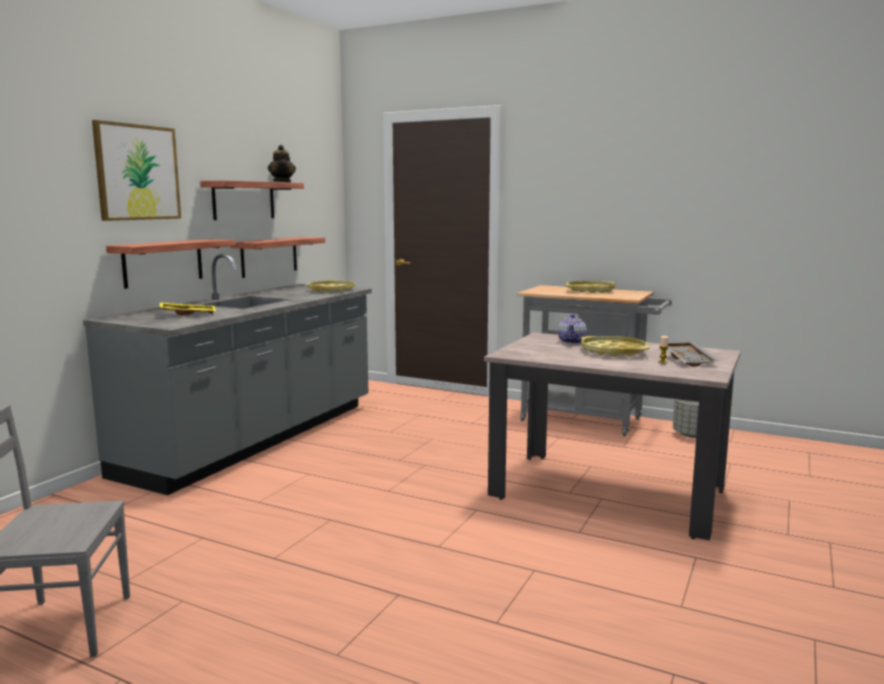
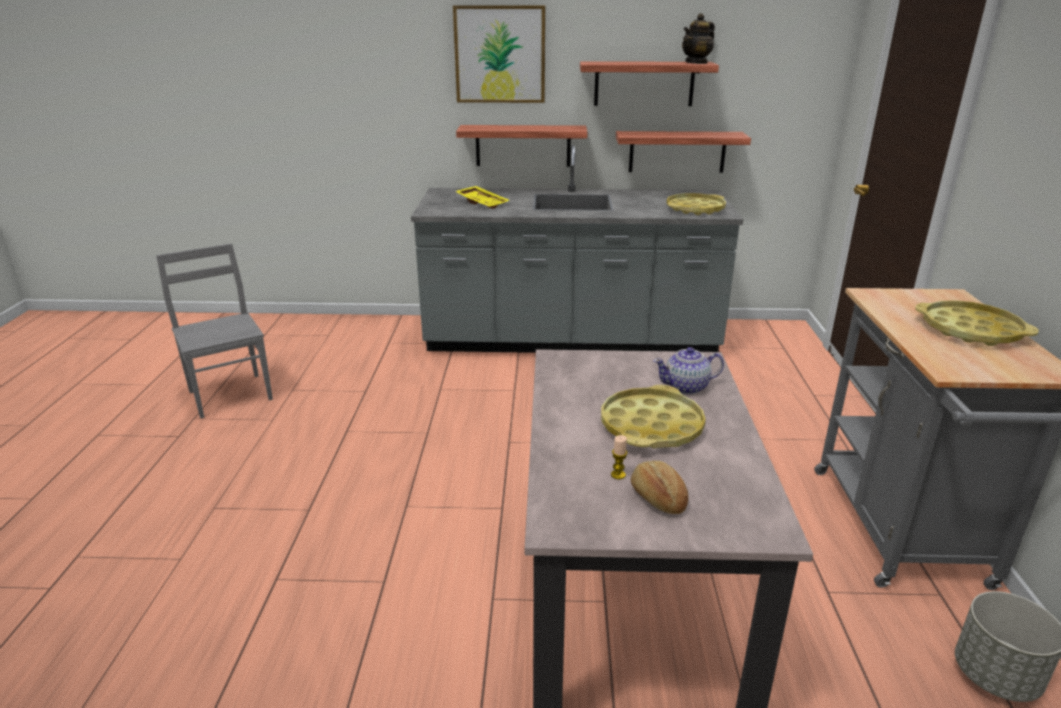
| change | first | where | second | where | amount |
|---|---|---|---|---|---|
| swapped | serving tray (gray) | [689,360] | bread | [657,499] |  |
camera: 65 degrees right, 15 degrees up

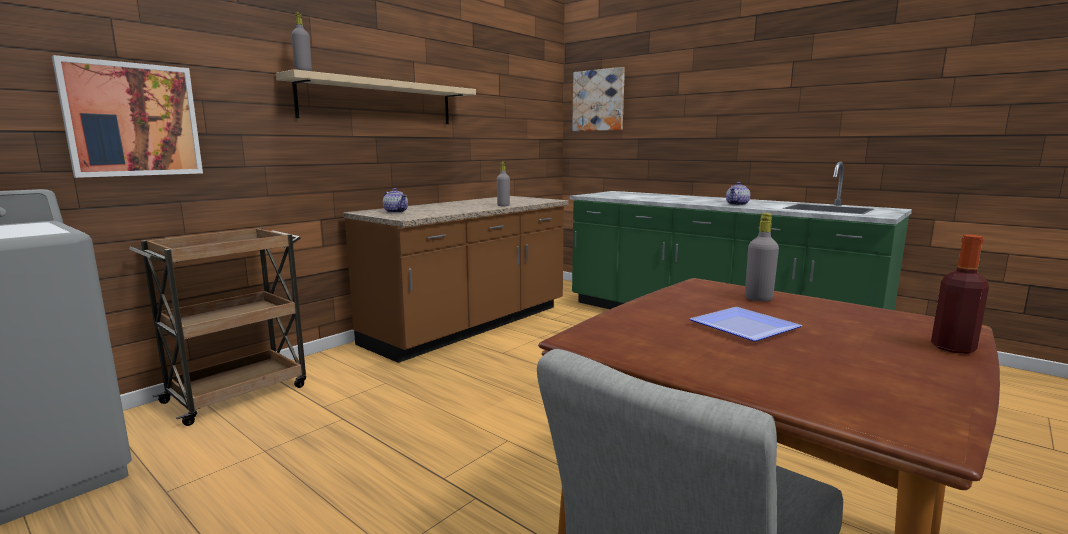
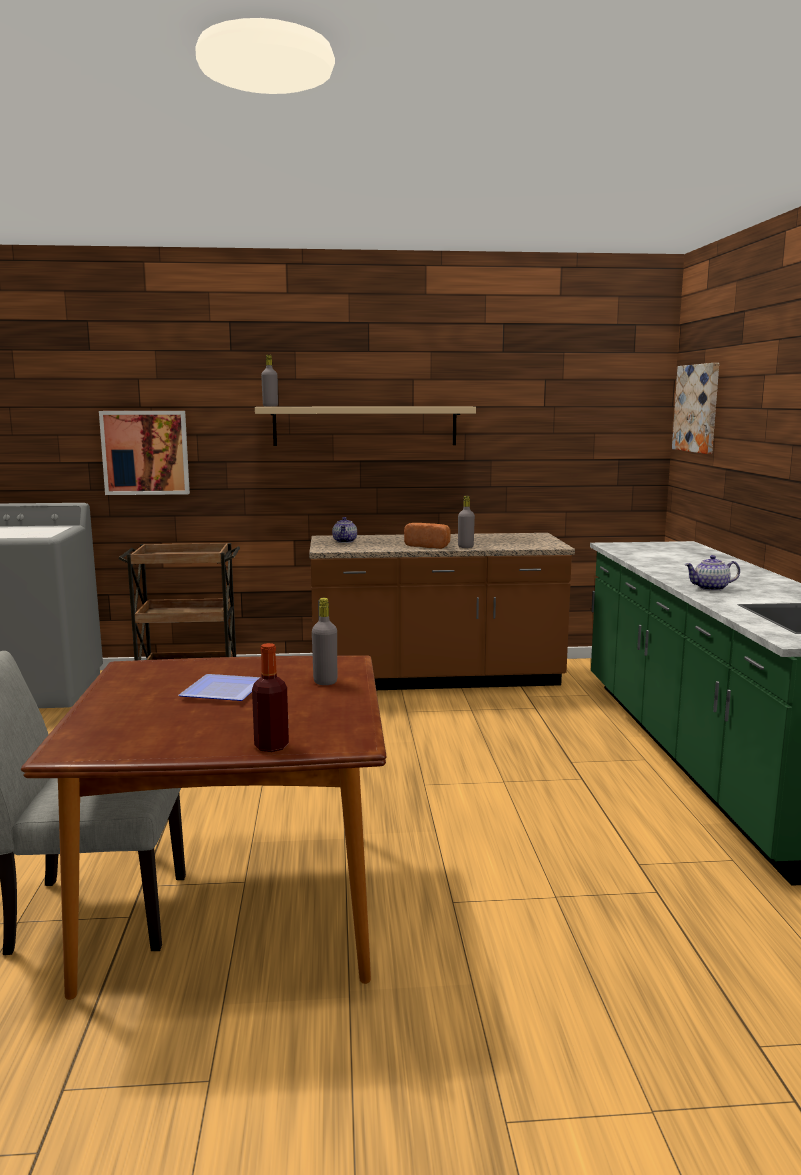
| change | first | where | second | where | amount |
|---|---|---|---|---|---|
| new |  |  | bread | [429,546] |  |
camera: 45 degrees right, 0 degrees up

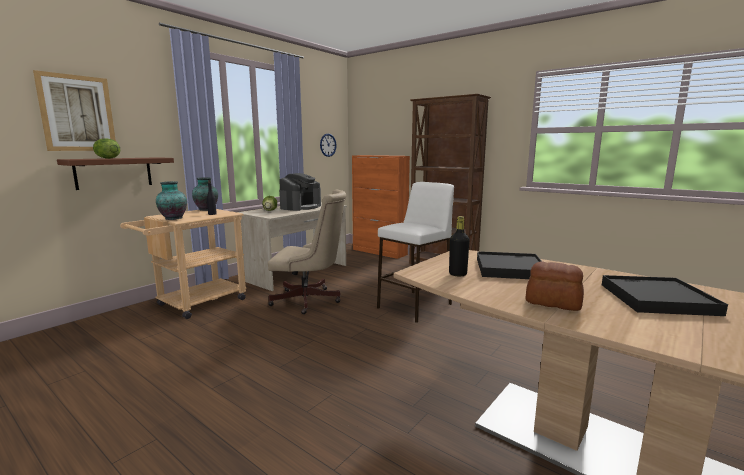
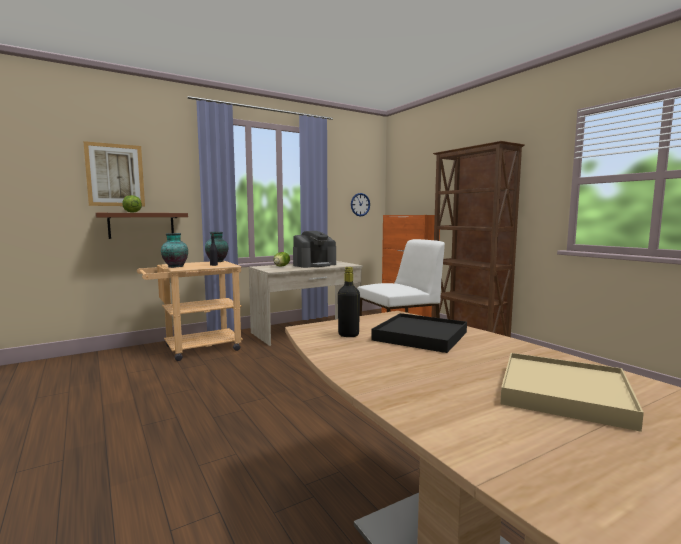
| change | first | where | second | where | amount |
|---|---|---|---|---|---|
| gone | computer chair (beige) | [310,301] |  |  |  |
| gone | bread | [552,302] |  |  |  |
| repainted | serving tray (black-coloured) | [657,299] | serving tray (beige) | [564,393] |  |
camera: 20 degrees right, 5 degrees down

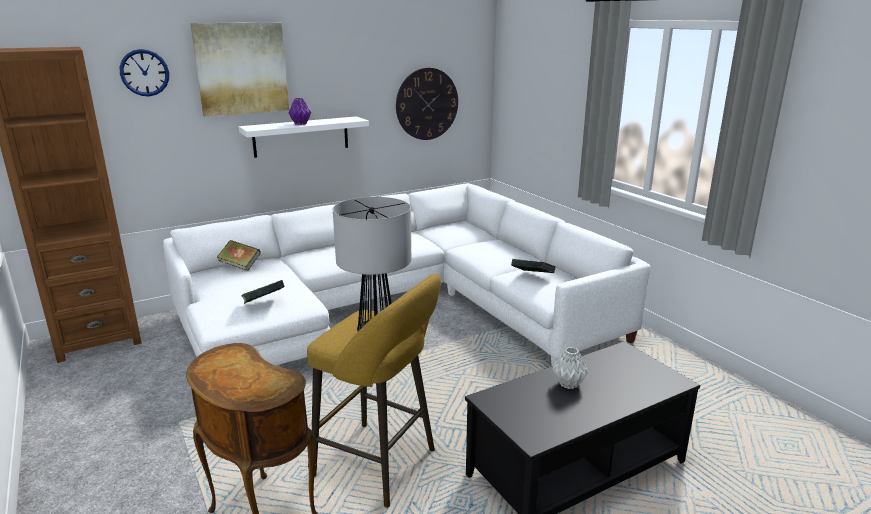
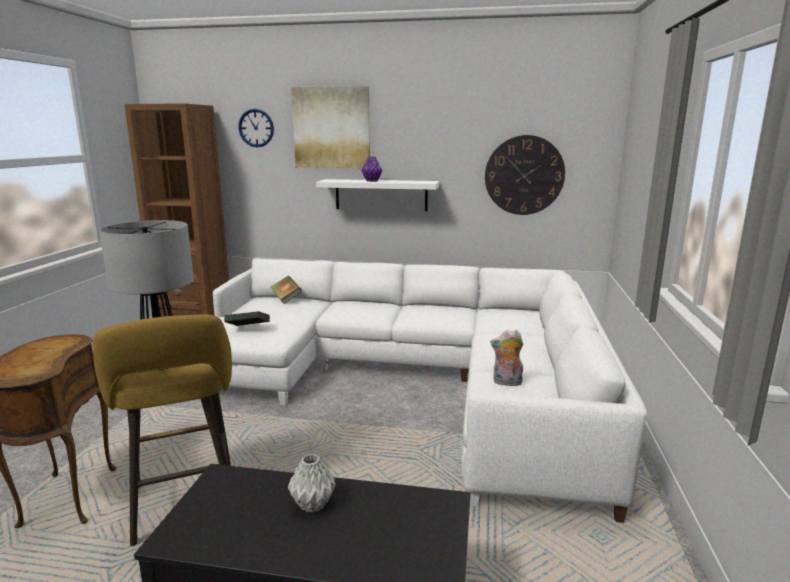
| change | first | where | second | where | amount |
|---|---|---|---|---|---|
| swapped | volume | [532,277] | soft toy | [506,383] |  |
camera: 40 degrees right, 5 degrees down

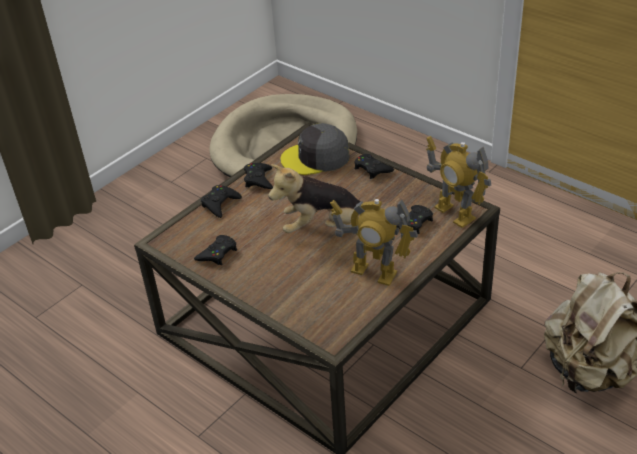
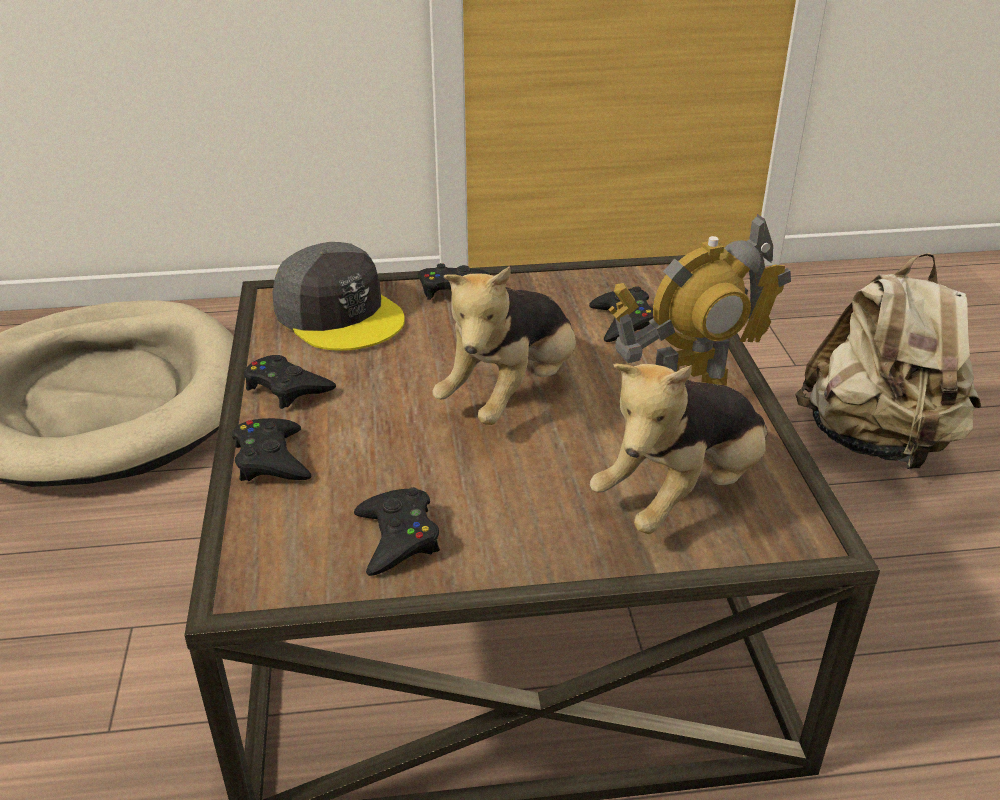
| change | first | where | second | where | amount |
|---|---|---|---|---|---|
| rotated | baseball cap (gray) | [316,158] |  | [339,314] | 75 degrees counterclockwise |
| gone | toy robot | [454,213] |  |  |  |
| new |  |  | soft toy | [682,495] |  |
camera: 50 degrees left, 5 degrees down

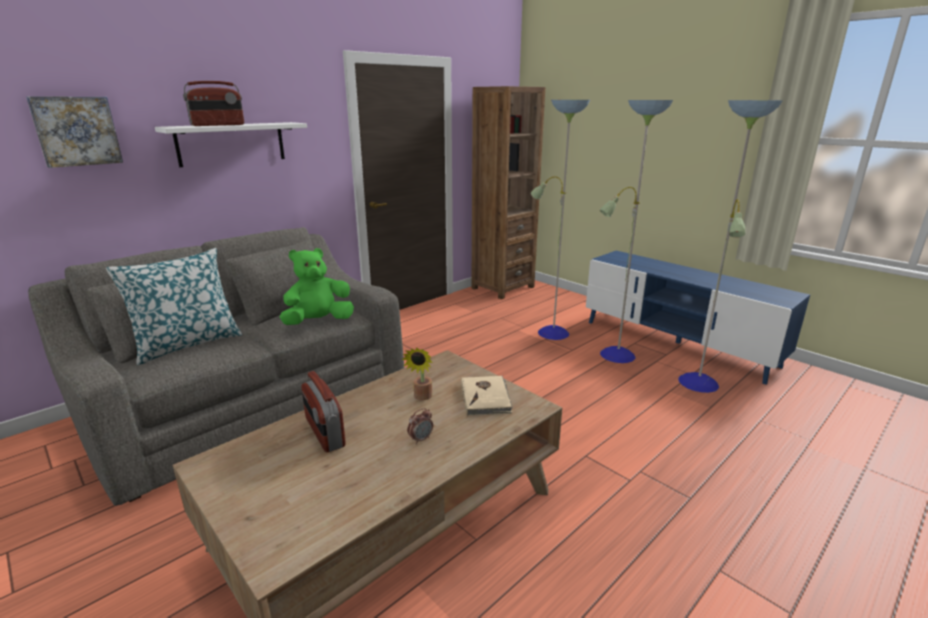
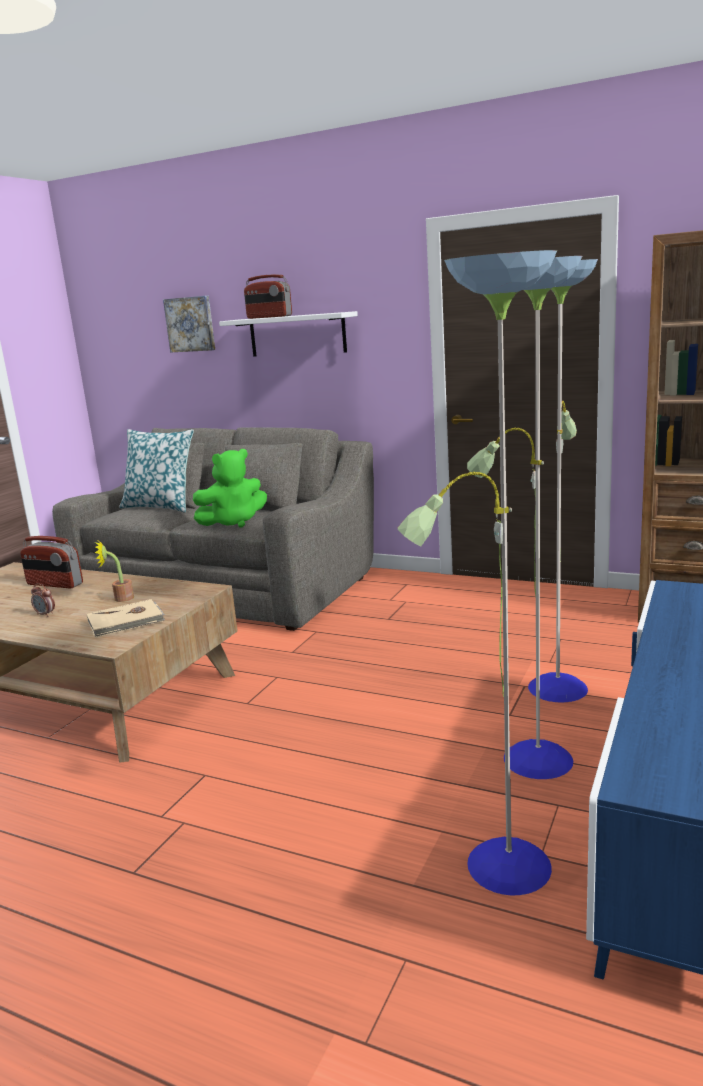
| change | first | where | second | where | amount |
|---|---|---|---|---|---|
| rotated | soft toy (greenish) | [318,321] |  | [233,522] | 120 degrees clockwise |
| rotated | radio set | [324,432] |  | [54,584] | 105 degrees counterclockwise |
camera: 70 degrees right, 5 degrees down

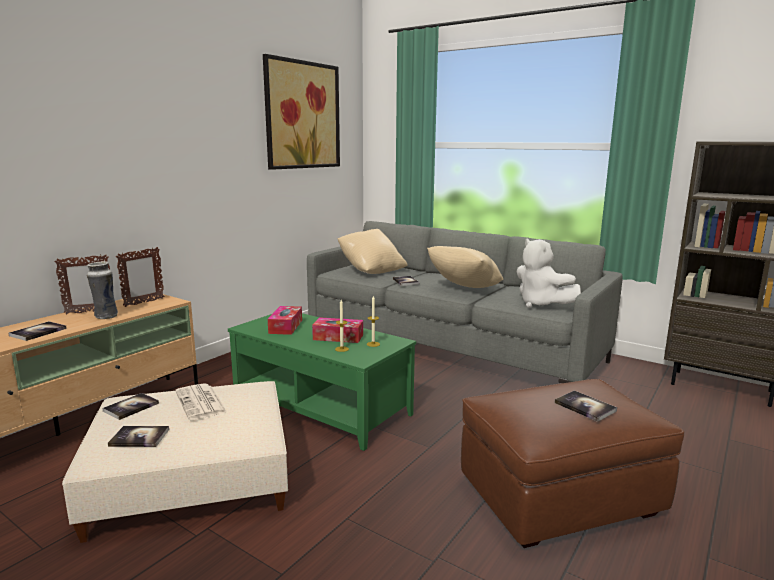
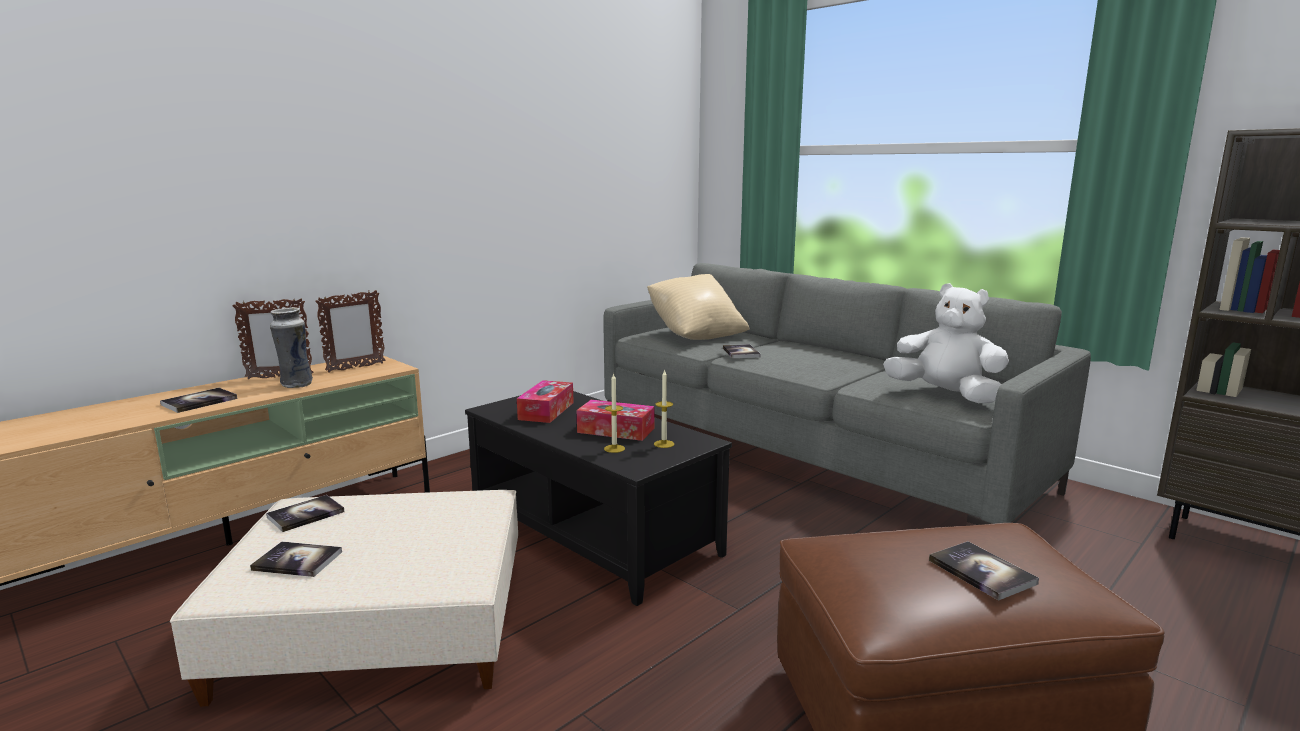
| change | first | where | second | where | amount |
|---|---|---|---|---|---|
| gone | newspaper | [201,402] |  |  |  |
| repainted | lounge table (greenish) | [322,406] | lounge table (black-coloured) | [594,531] |  |
| gone | picture | [302,115] |  |  |  |
| gone | throw pillow (beige) | [464,289] |  |  |  |
| rotated | soft toy (white) | [541,304] |  | [945,395] | 150 degrees clockwise |
camera: 10 degrees right, 0 degrees up

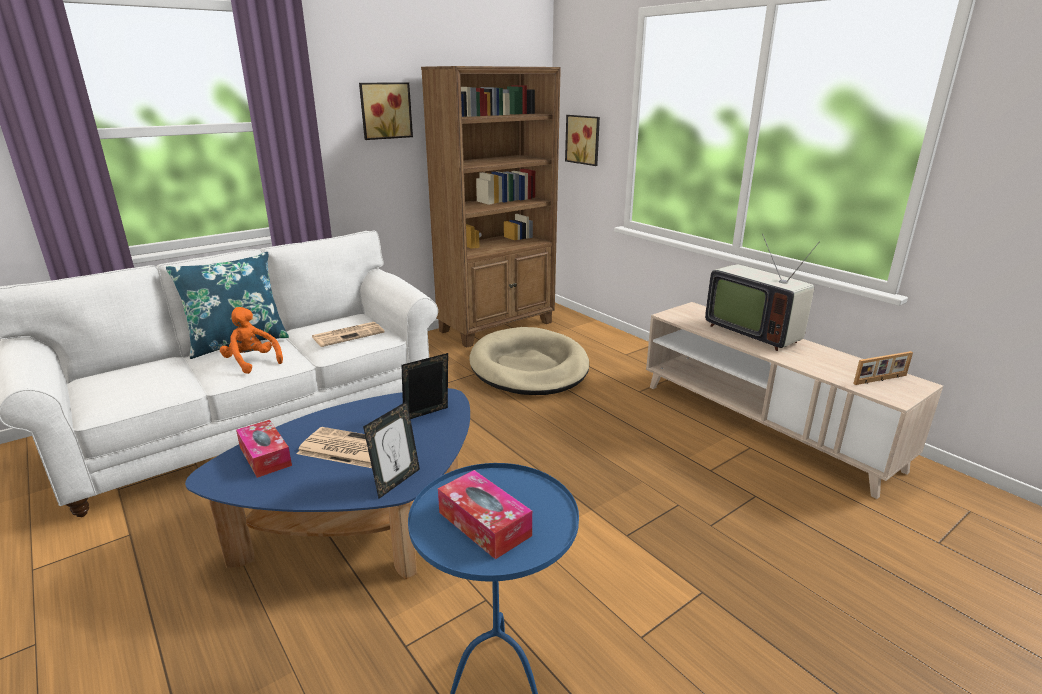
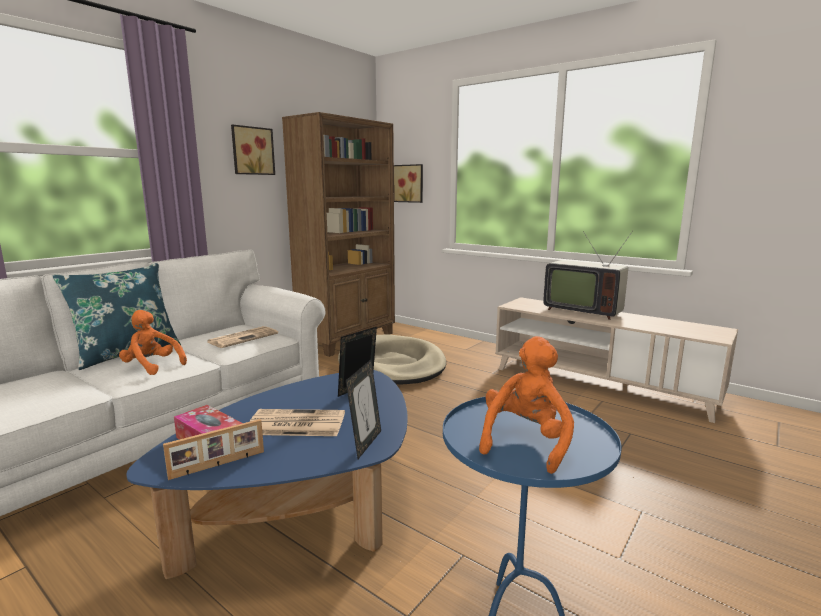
| change | first | where | second | where | amount |
|---|---|---|---|---|---|
| swapped | tissue holder | [484,524] | soft toy (orangey) | [525,441] |  |
| shifted | photo frame | [881,380] |  | [218,465] |  |
camera: 15 degrees left, 10 degrees down

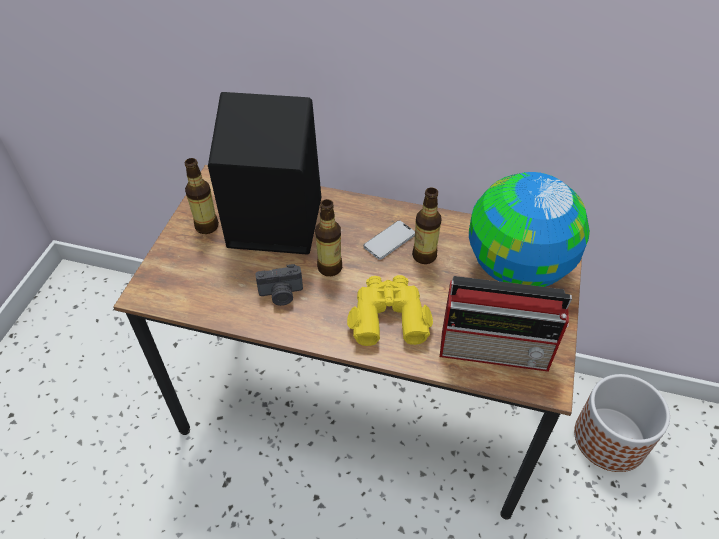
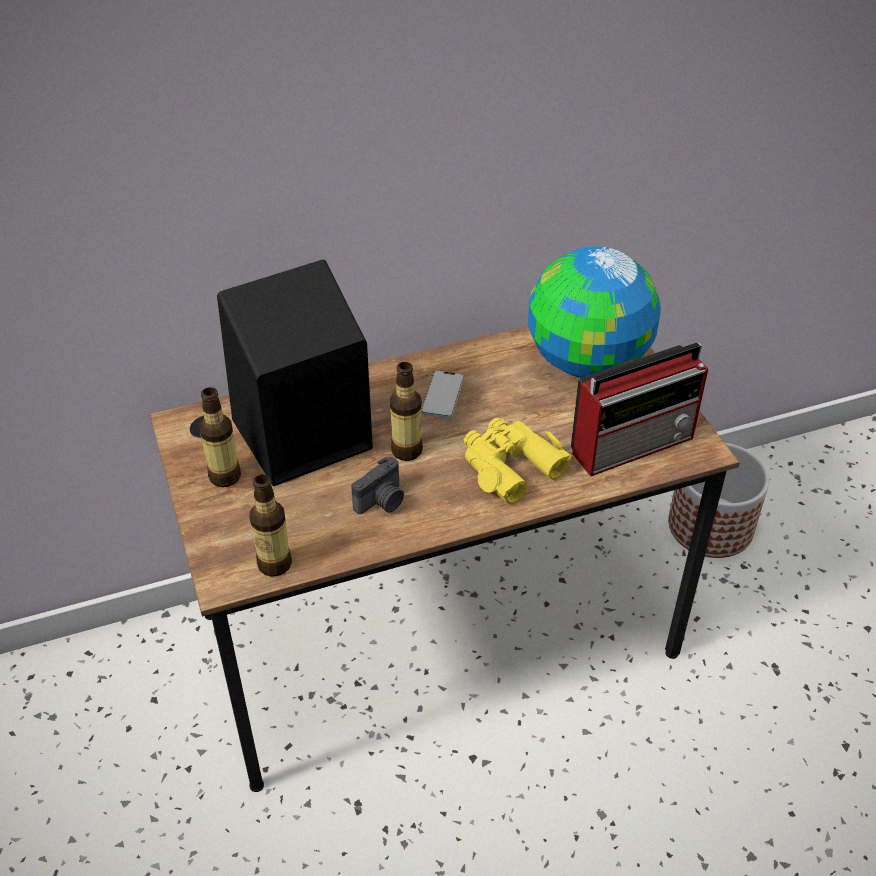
| change | first | where | second | where | amount |
|---|---|---|---|---|---|
| shifted | bottle | [424,256] |  | [275,564] |  |
camera: 35 degrees left, 5 degrees down

